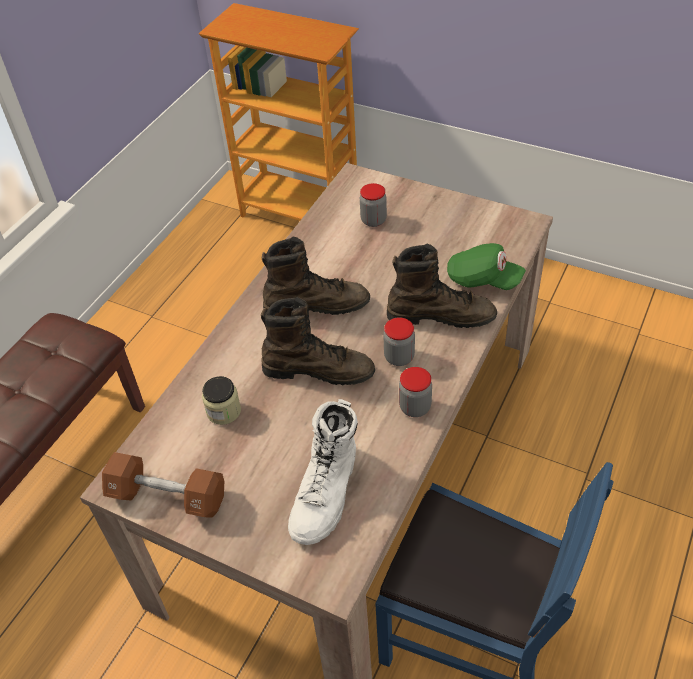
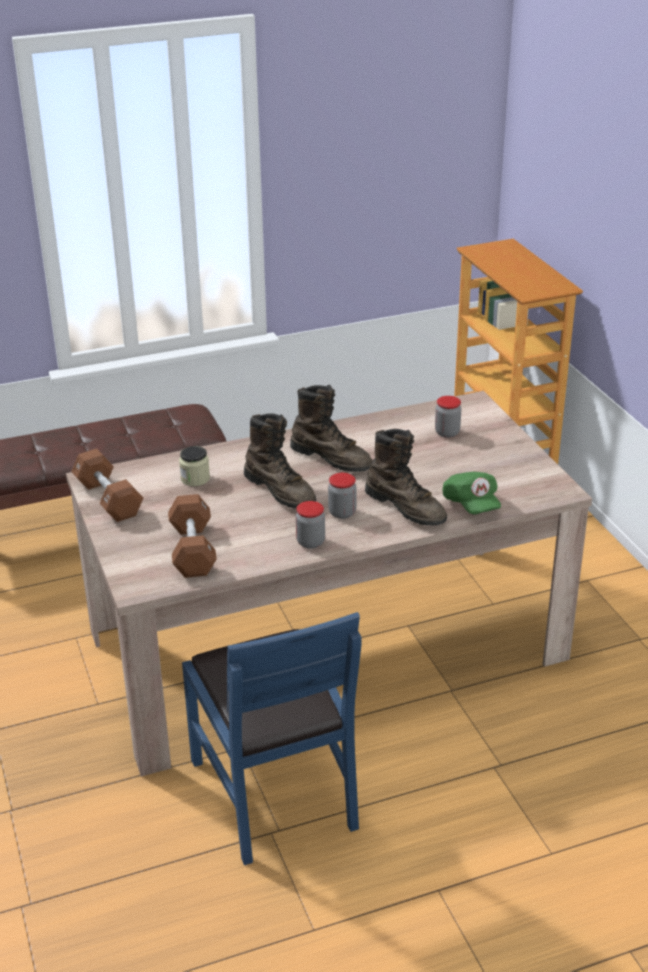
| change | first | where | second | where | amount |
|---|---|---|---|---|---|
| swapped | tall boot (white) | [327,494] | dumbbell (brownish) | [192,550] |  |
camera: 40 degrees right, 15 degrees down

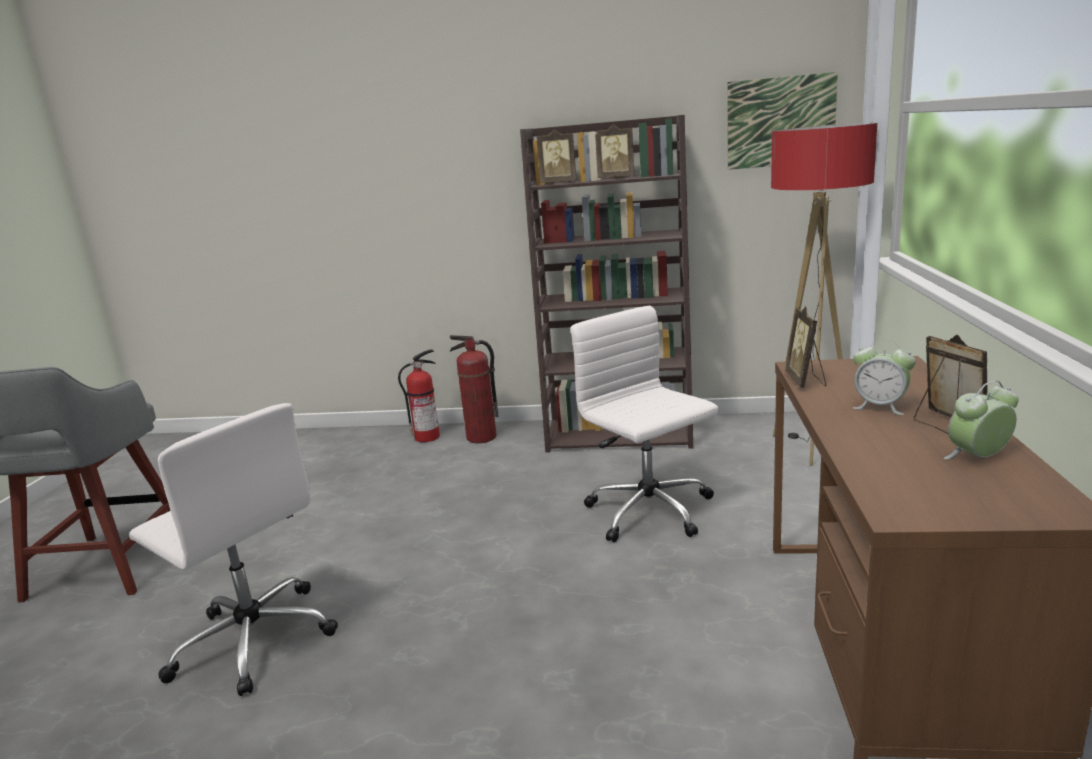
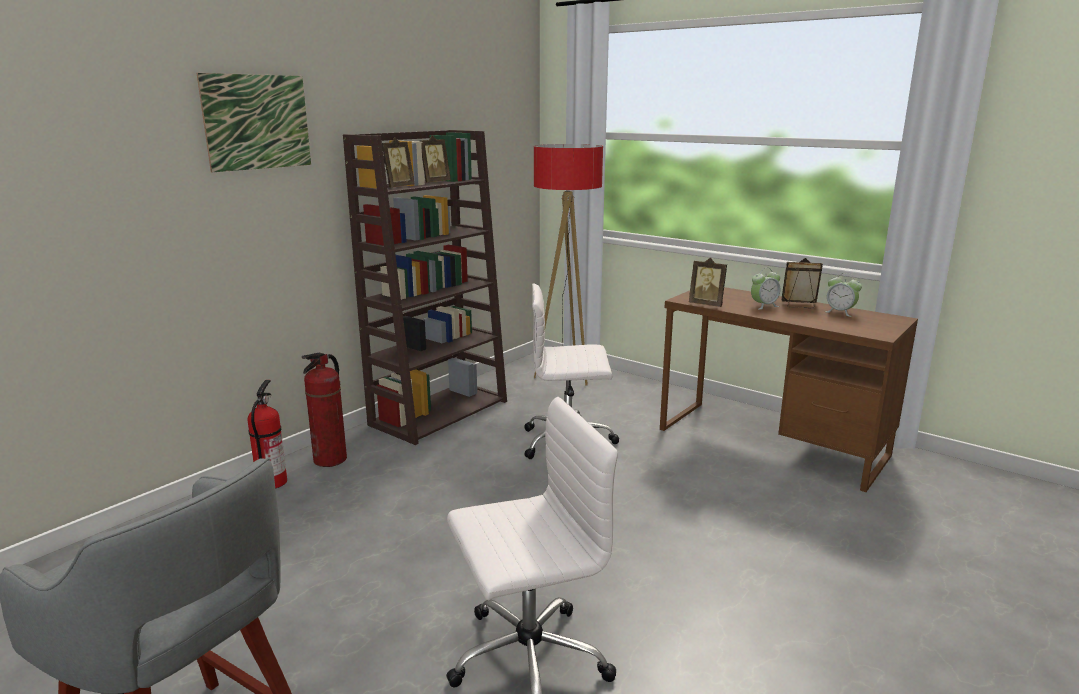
| change | first | where | second | where | amount |
|---|---|---|---|---|---|
| shifted | picture | [780,122] |  | [257,122] |  |
| rotated | bedside clock | [978,458] |  | [840,312] | 60 degrees counterclockwise |
camera: 60 degrees left, 0 degrees up

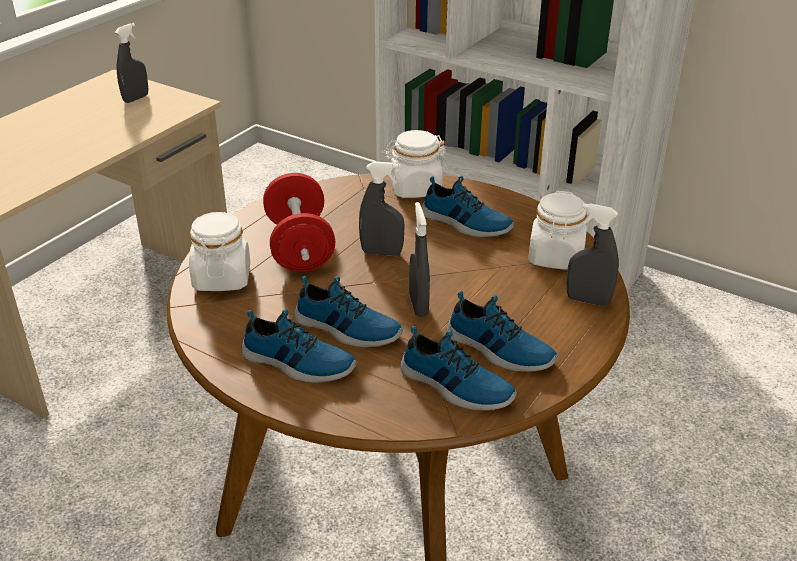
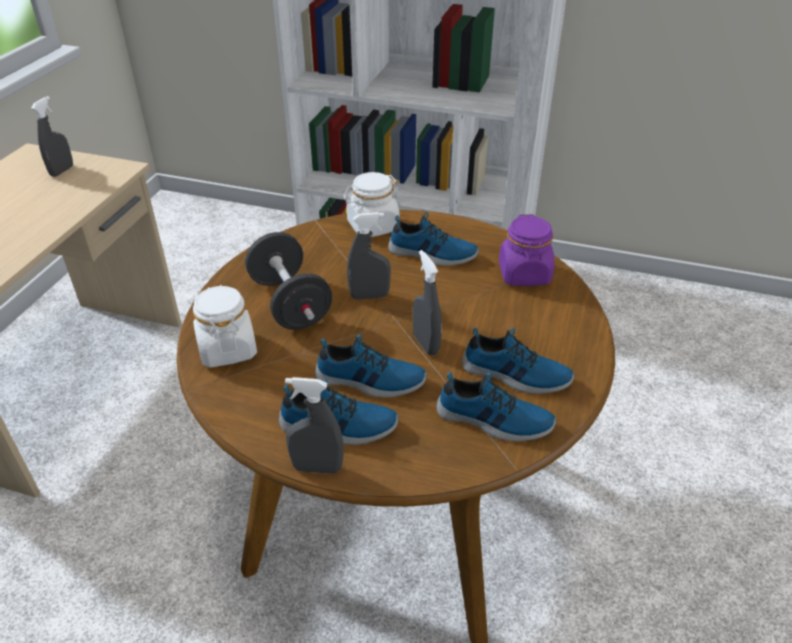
| change | first | where | second | where | amount |
|---|---|---|---|---|---|
| repainted | dumbbell (red) | [299,247] | dumbbell (black-coloured) | [290,303] |  |
| repainted | preserve jar (white) | [556,257] | preserve jar (purple-coloured) | [524,274] |  |
| shifted | hand sprayer (gray) | [588,300] |  | [317,467] |  |
camera: 15 degrees left, 5 degrees up

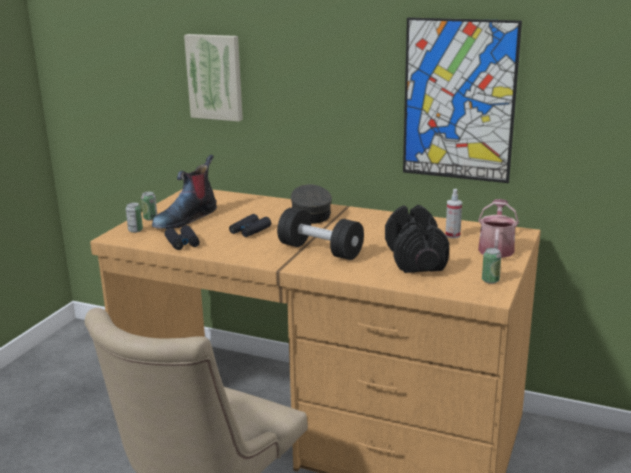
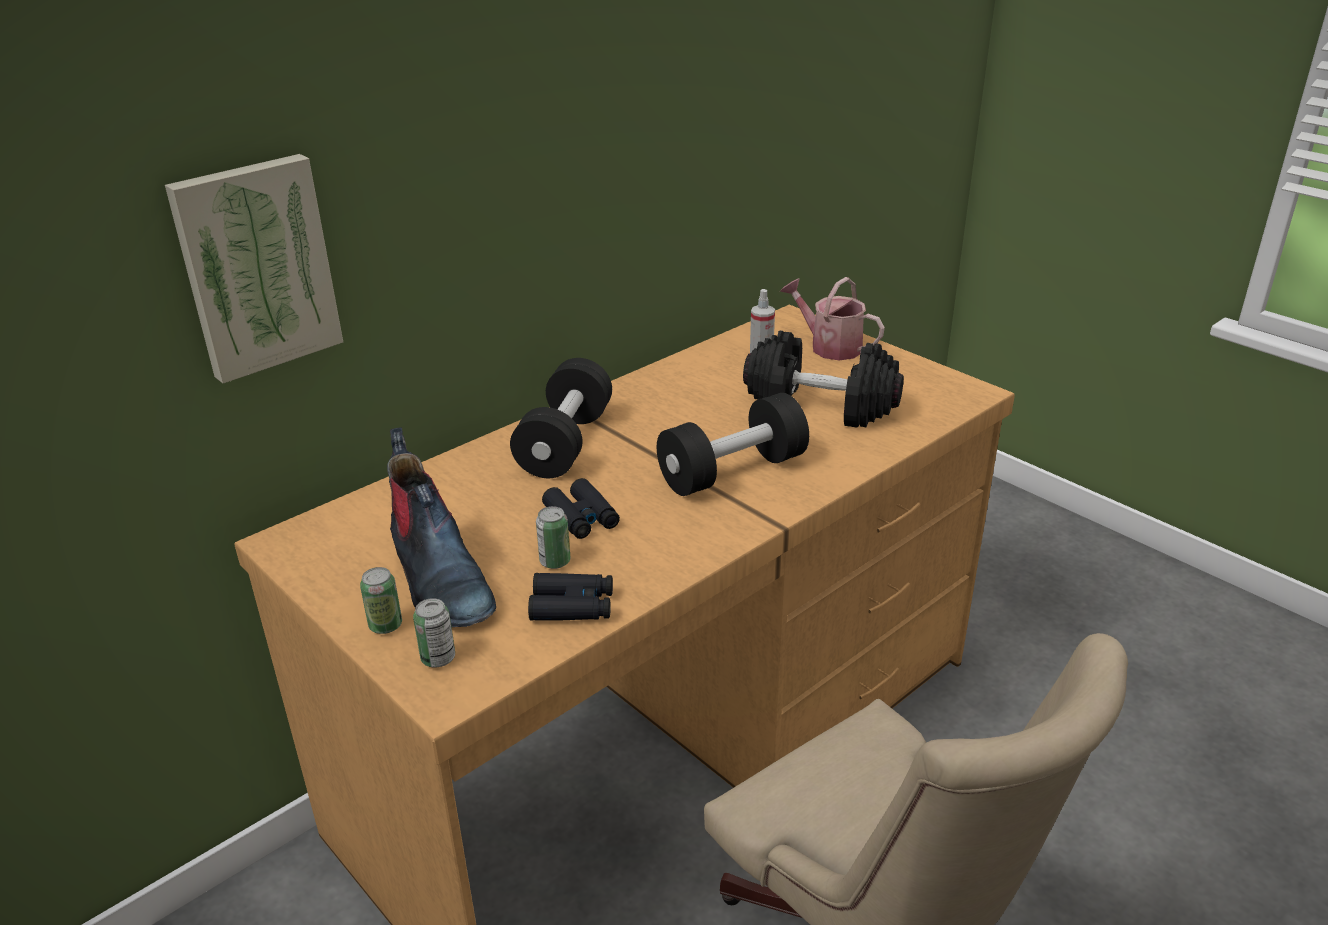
| change | first | where | second | where | amount |
|---|---|---|---|---|---|
| swapped | baseball cap (gray) | [310,214] | dumbbell (black-coloured) | [565,443] |  |
| gone | picture | [459,100] |  |  |  |
| shifted | metal can | [490,280] |  | [555,561] |  |
camera: 65 degrees left, 10 degrees up

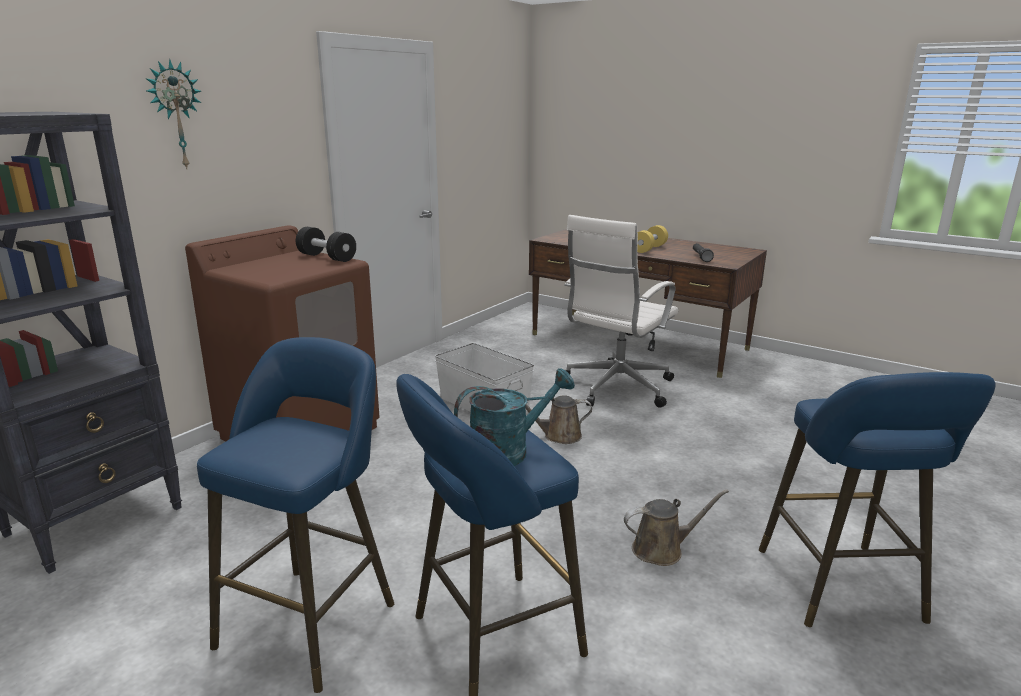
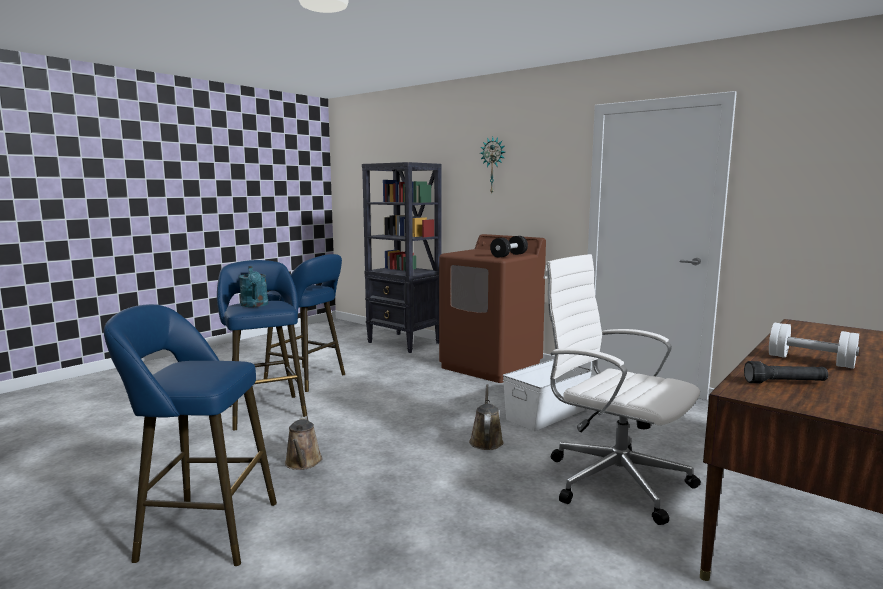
| change | first | where | second | where | amount |
|---|---|---|---|---|---|
| repainted | dumbbell (yellow-coloured) | [649,249] | dumbbell (white) | [810,361] |  |
camera: 95 degrees right, 10 degrees down

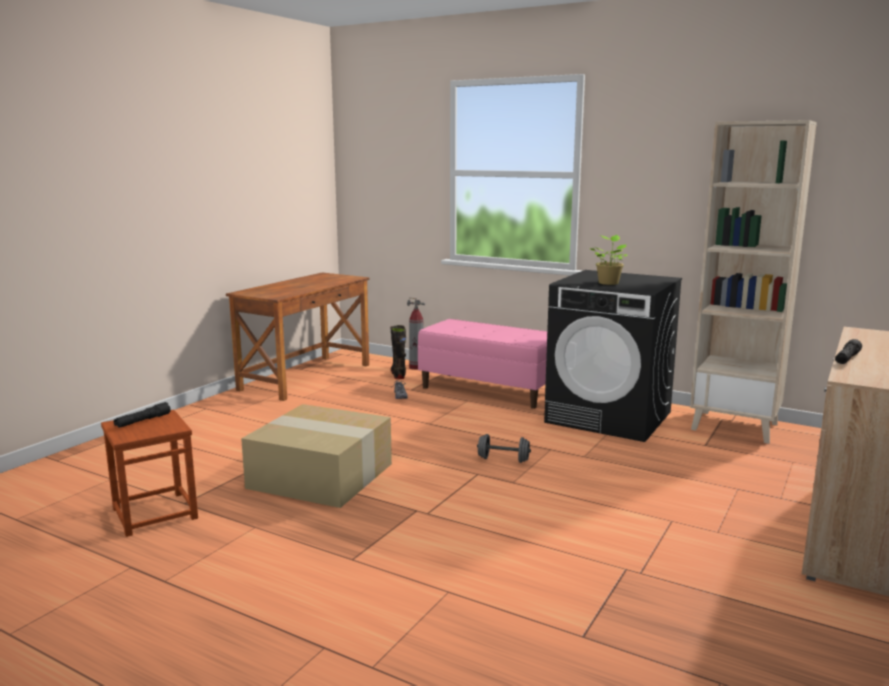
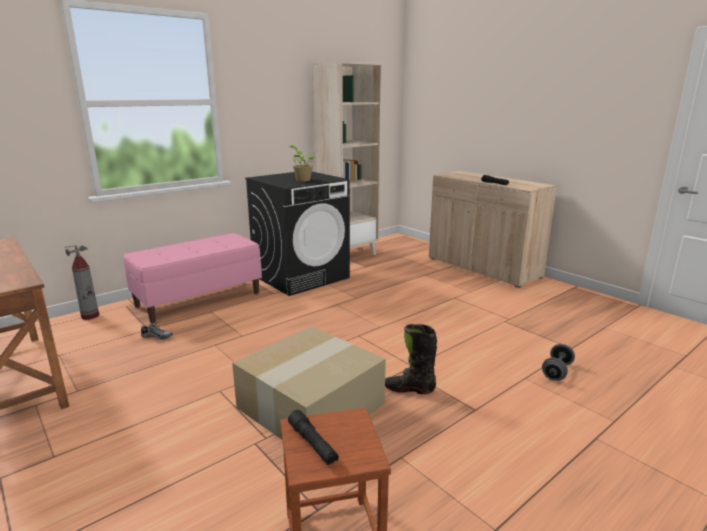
| change | first | where | second | where | amount |
|---|---|---|---|---|---|
| shifted | tall boot (black-coloured) | [398,375] |  | [409,389] |  |
| shifted | dumbbell (gray) | [503,459] |  | [557,371] |  |
camera: 70 degrees left, 5 degrees up

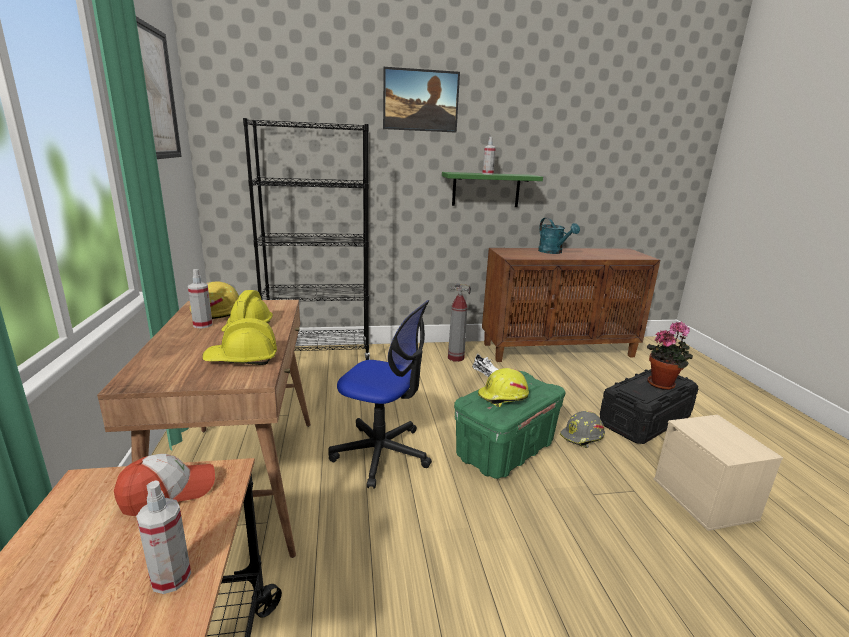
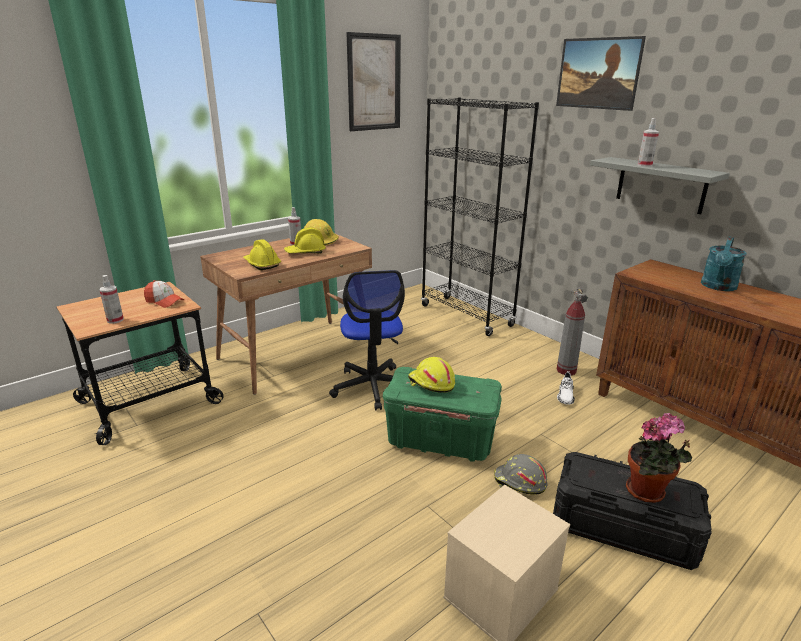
| change | first | where | second | where | amount |
|---|---|---|---|---|---|
| repainted | shelf (greenish) | [486,189] | shelf (gray) | [661,185] |  |
camera: 60 degrees right, 5 degrees up

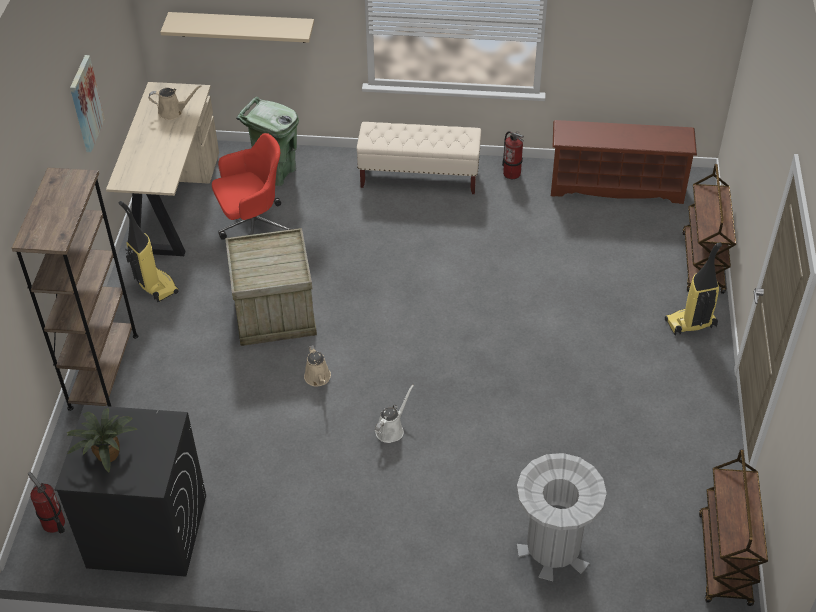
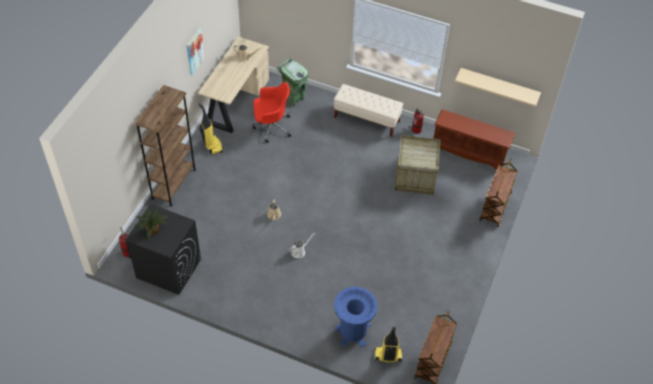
| change | first | where | second | where | amount |
|---|---|---|---|---|---|
| shifted | shelf (beige) | [242,27] |  | [499,85] |  |
| shifted | shipping crate | [273,312] |  | [414,176] |  |
| repainted | trash can (gray) | [553,548] | trash can (blue) | [353,331] |  |
| shifted | hoover | [690,324] |  | [387,356] |  |
camera: 15 degrees right, 5 degrees up

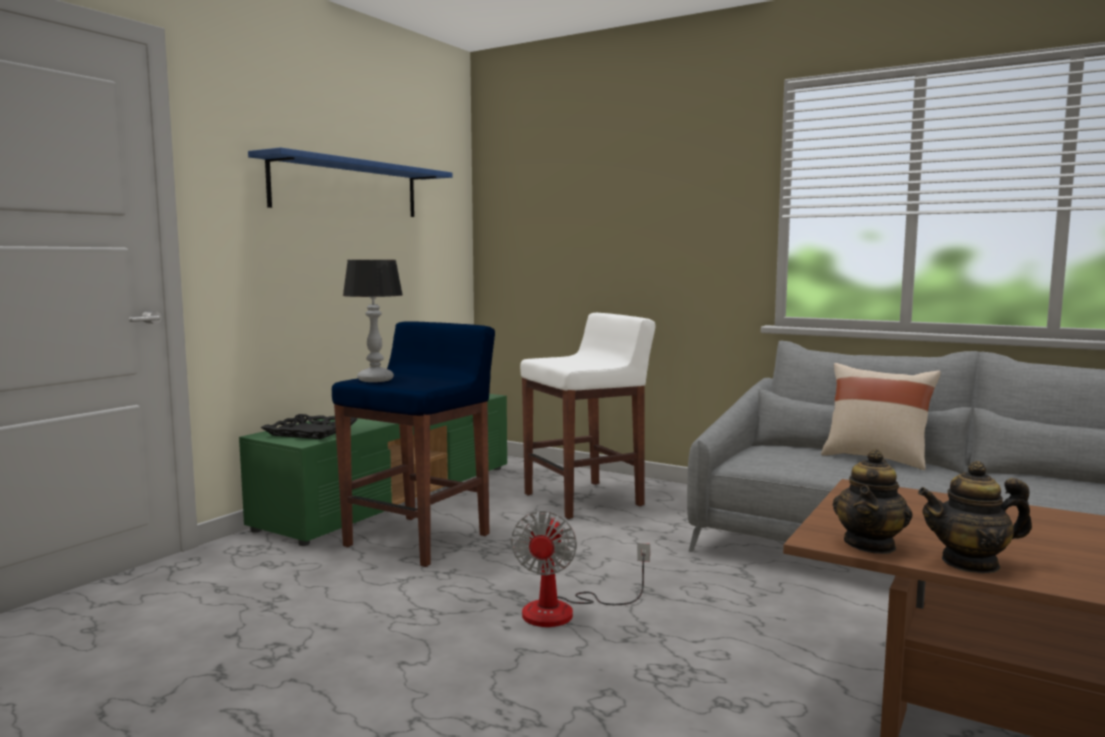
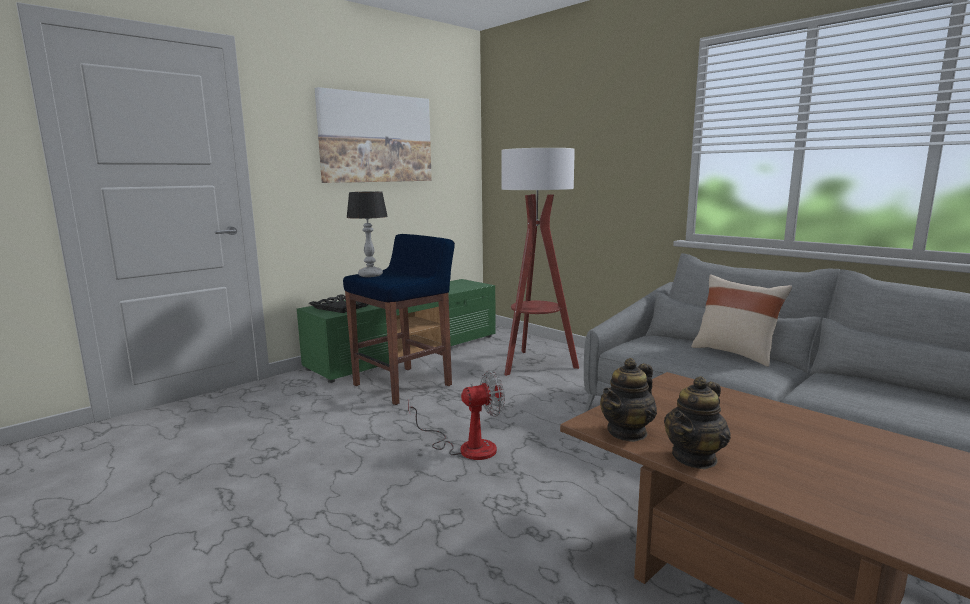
| change | first | where | second | where | amount |
|---|---|---|---|---|---|
| swapped | shelf (blue) | [346,188] | picture | [376,138] |  |
| rotated | electric fan | [565,611] |  | [466,447] | 135 degrees counterclockwise |
| swapped | stool seat (white) | [585,499] | standing lamp | [535,364] |  |
| rotated | teapot | [971,563] |  | [695,458] | 60 degrees counterclockwise |
camera: 15 degrees right, 5 degrees up

